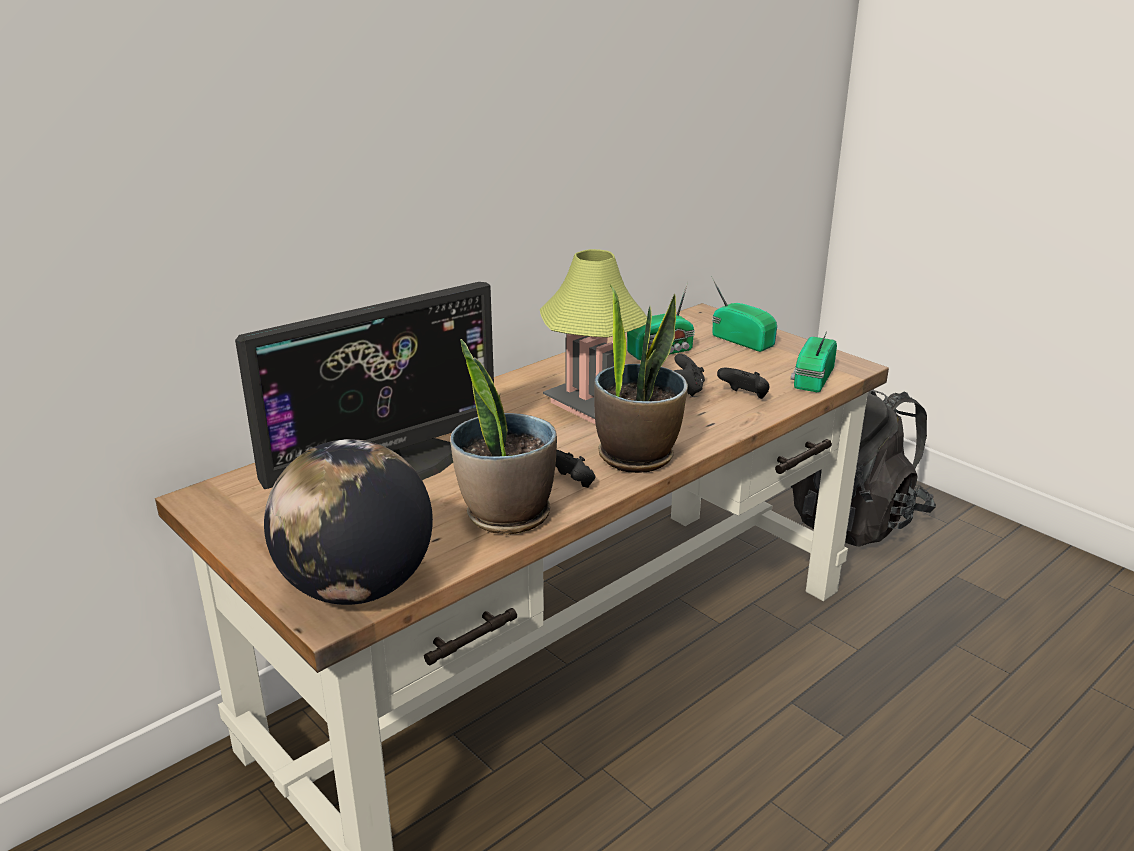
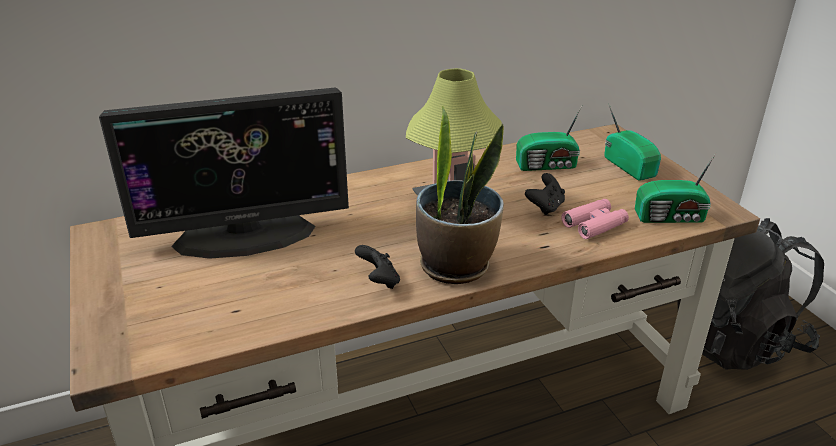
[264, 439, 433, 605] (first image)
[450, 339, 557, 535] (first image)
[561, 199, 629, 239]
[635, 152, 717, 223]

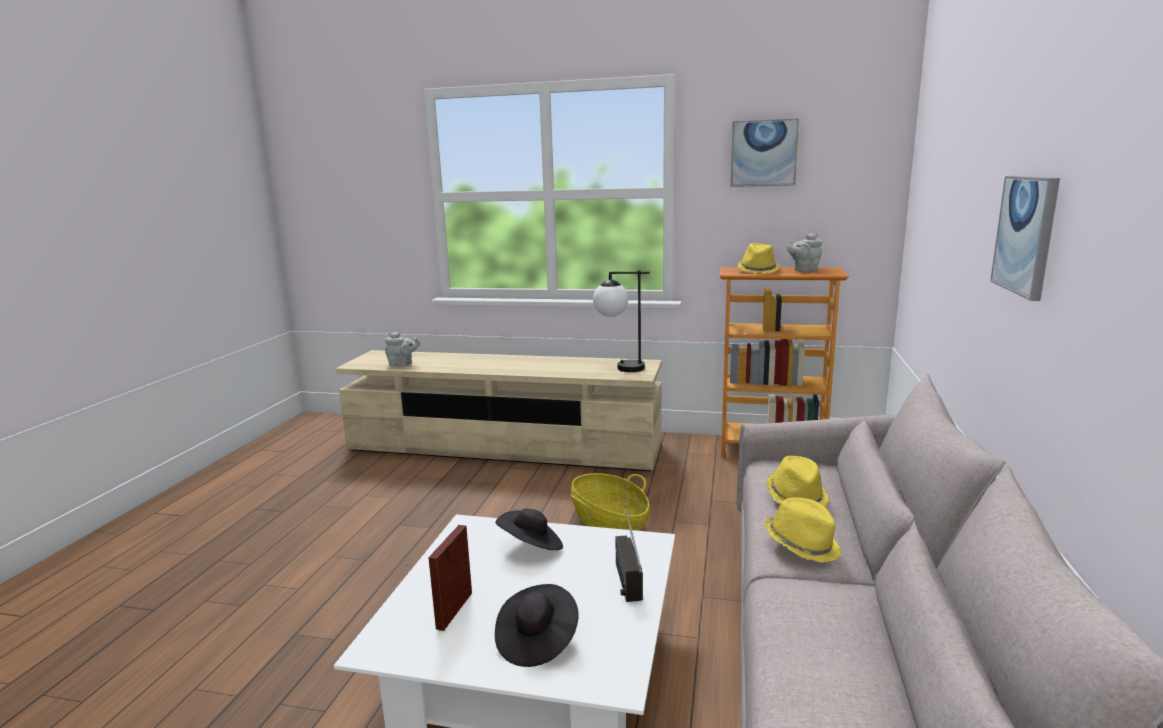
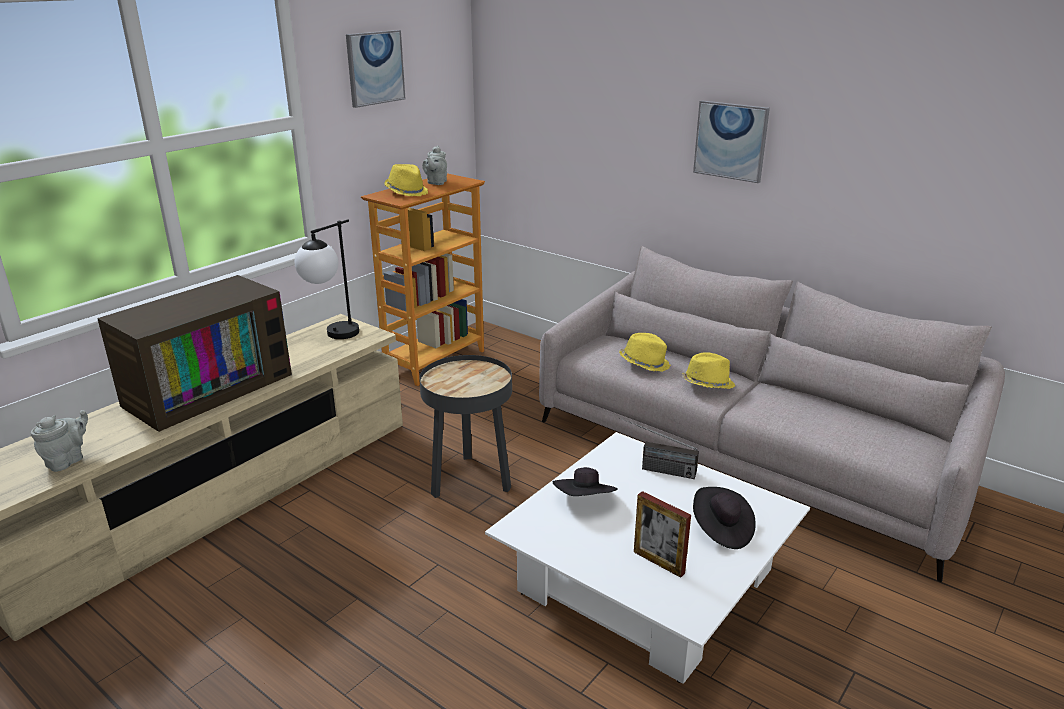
[97, 275, 292, 432]
[419, 355, 512, 498]

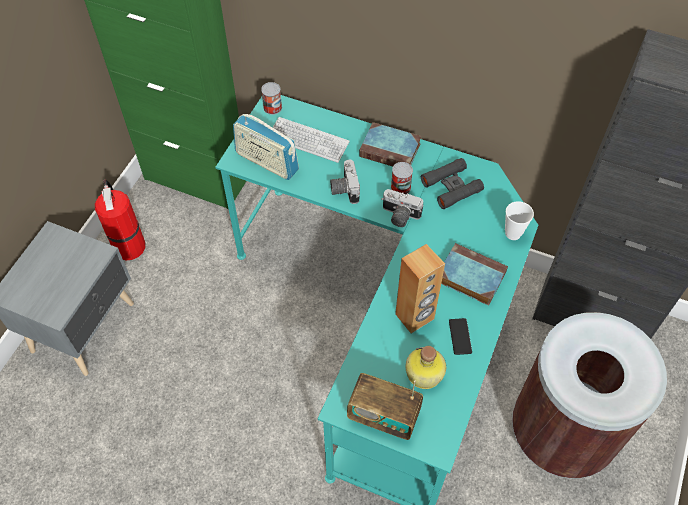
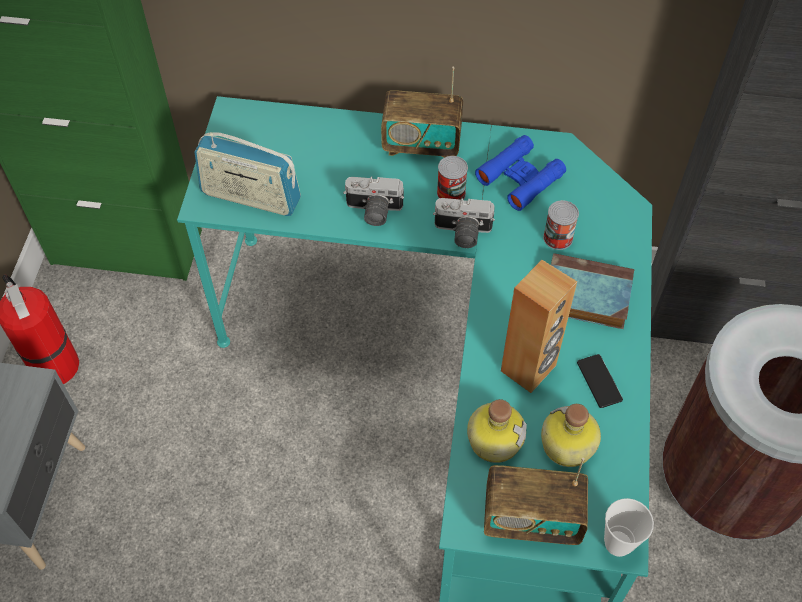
[273, 117, 350, 163] (first image)
[467, 399, 527, 463]
[543, 200, 579, 250]
[604, 498, 654, 557]
[381, 67, 463, 158]
[475, 135, 566, 211]
[343, 177, 404, 226]

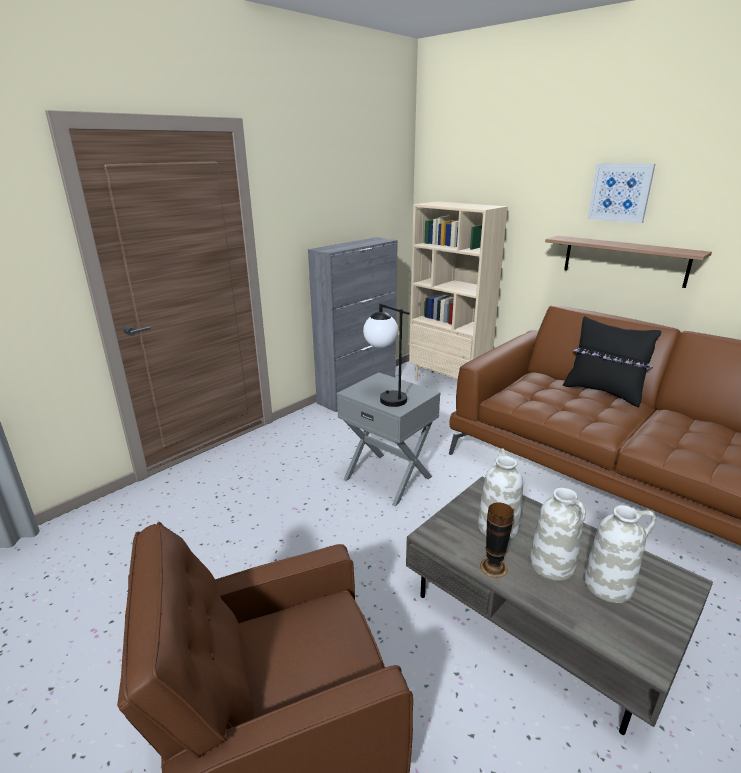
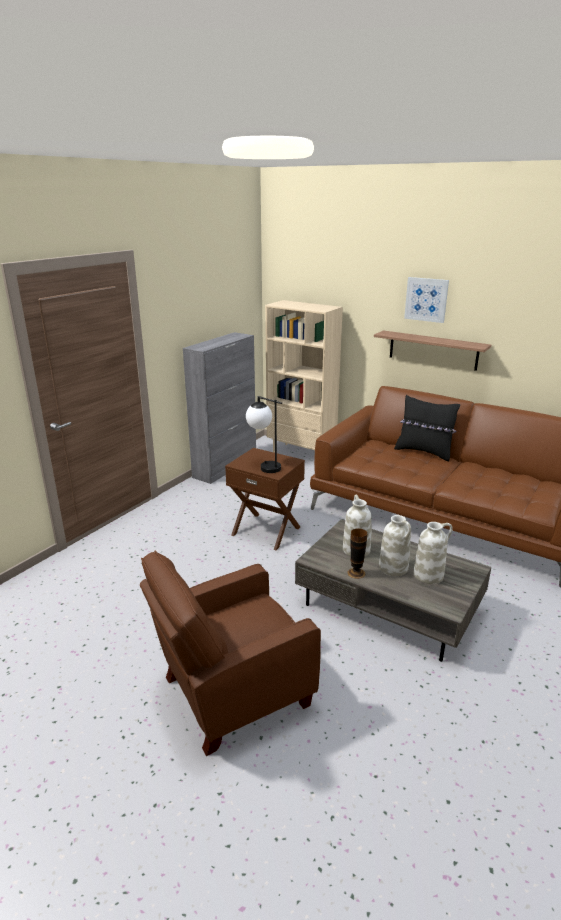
[225, 448, 305, 550]

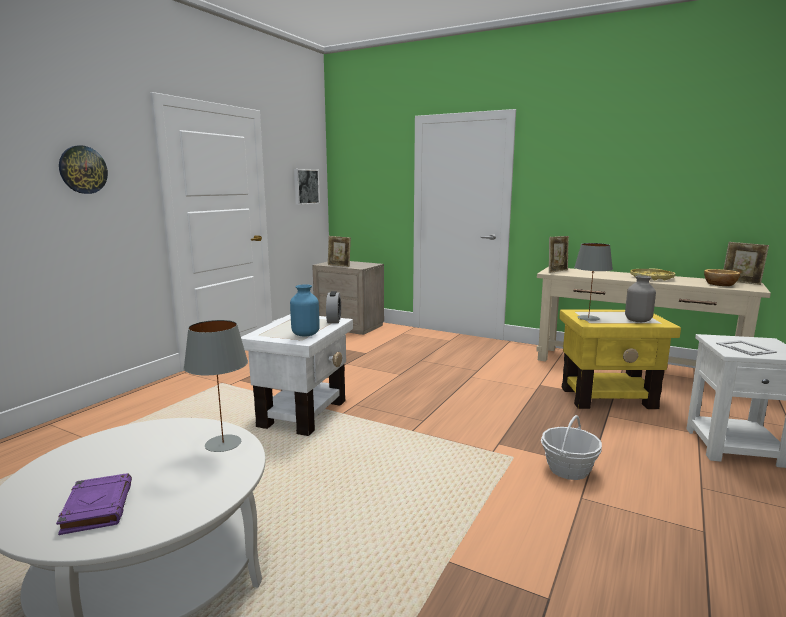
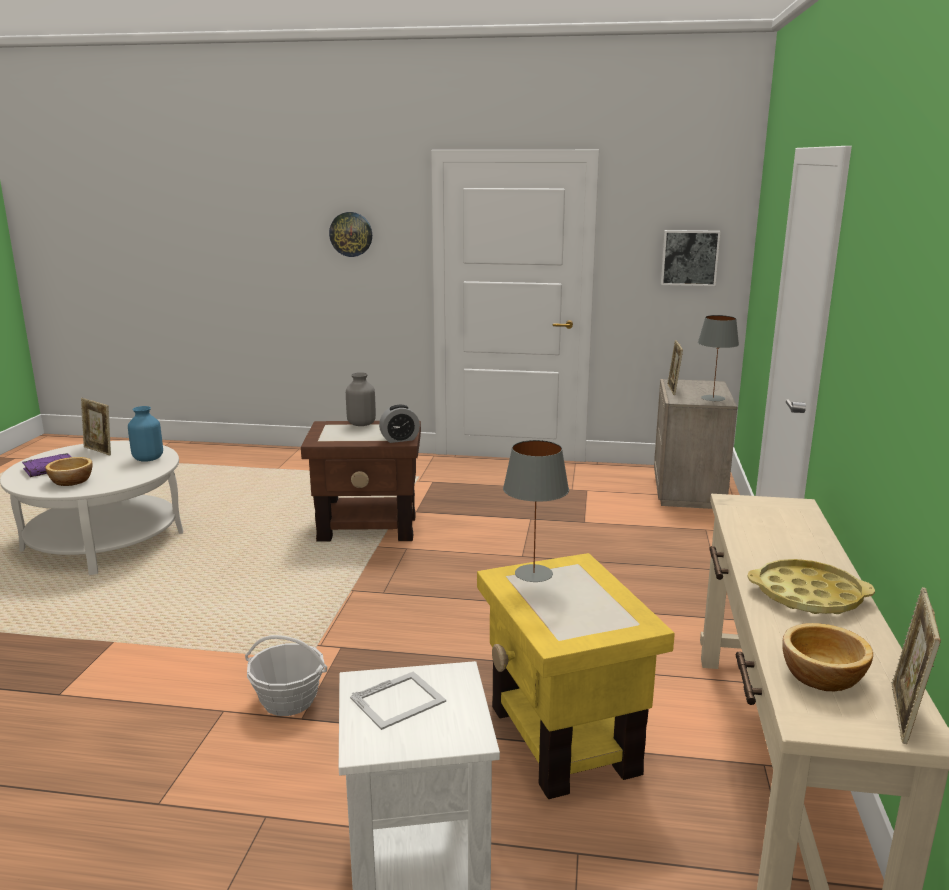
[45, 457, 93, 486]
[698, 315, 739, 402]
[128, 406, 163, 462]
[81, 398, 111, 455]
[346, 372, 376, 426]
[301, 421, 421, 542]

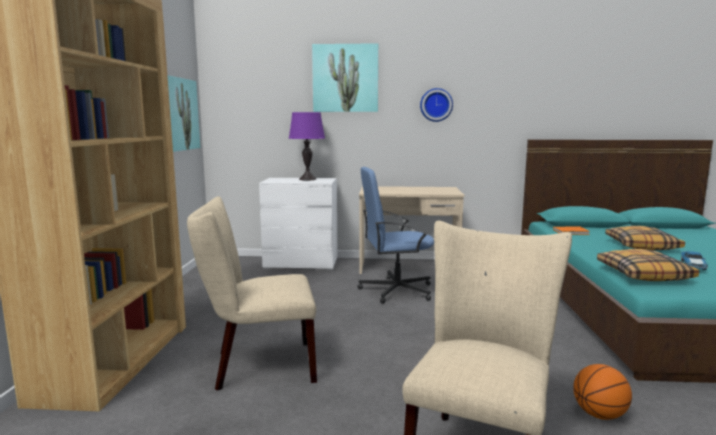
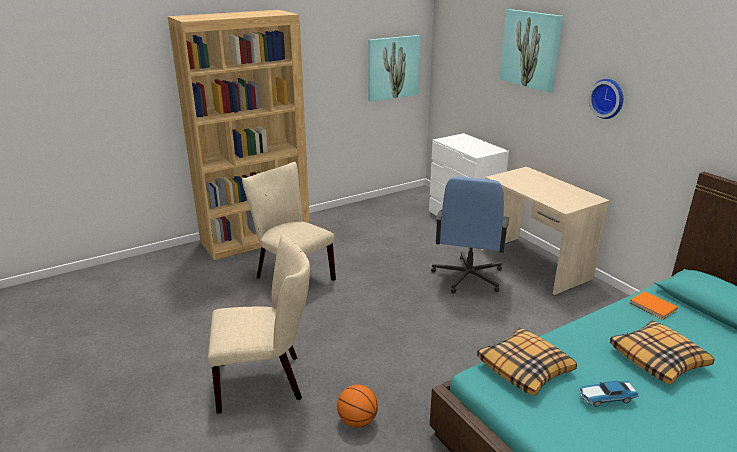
[289, 112, 325, 181] (first image)
[431, 177, 510, 294]

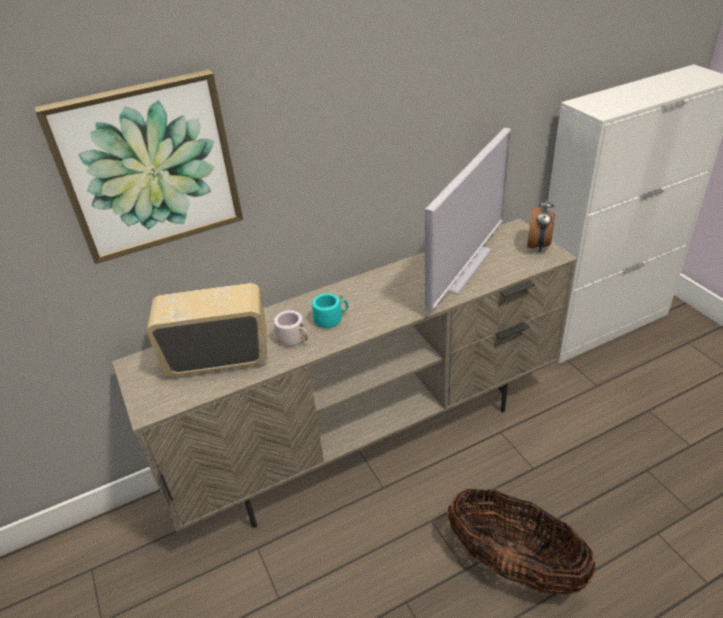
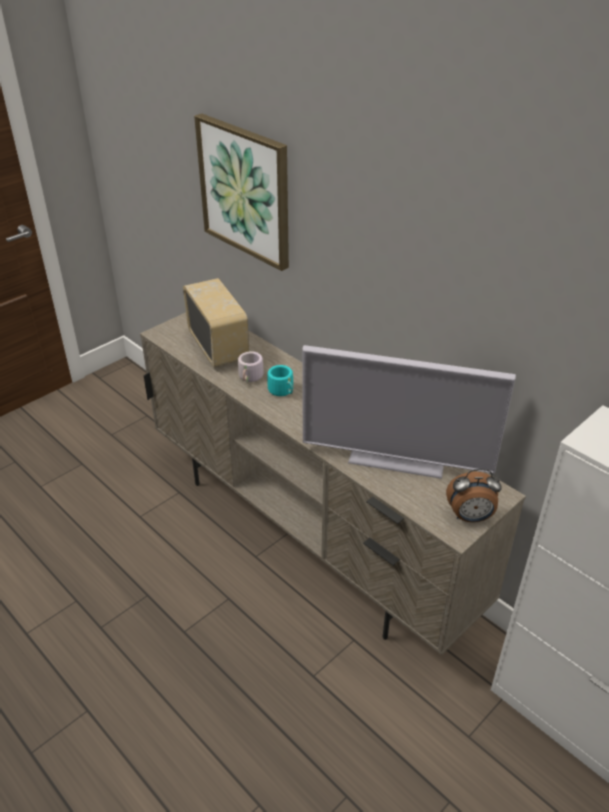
[447, 488, 596, 594] (first image)

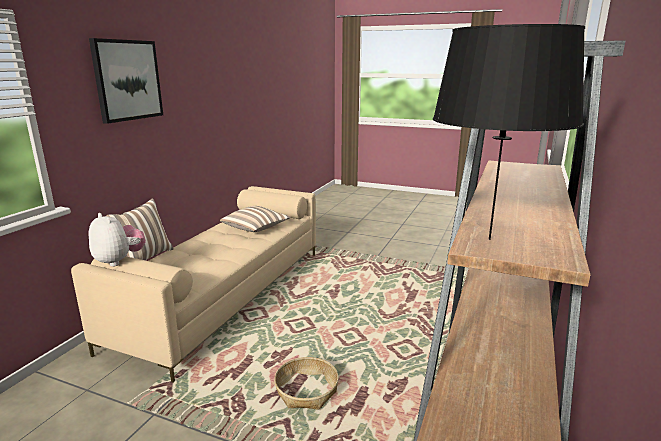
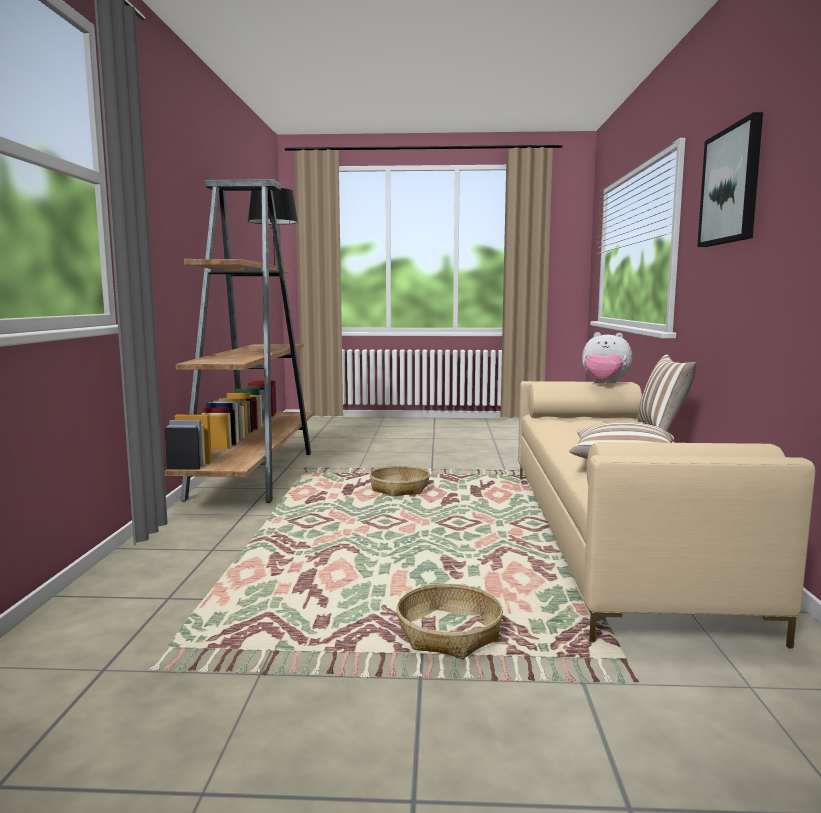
[396, 584, 503, 659]

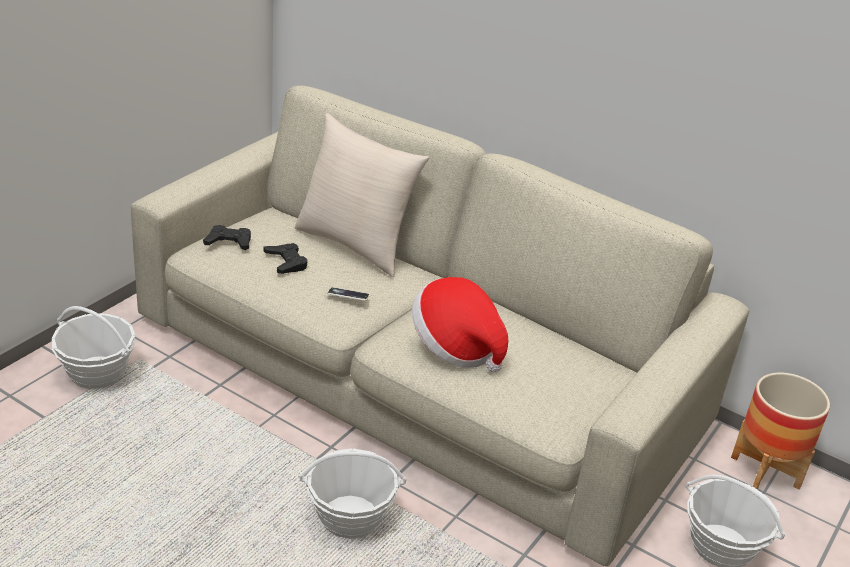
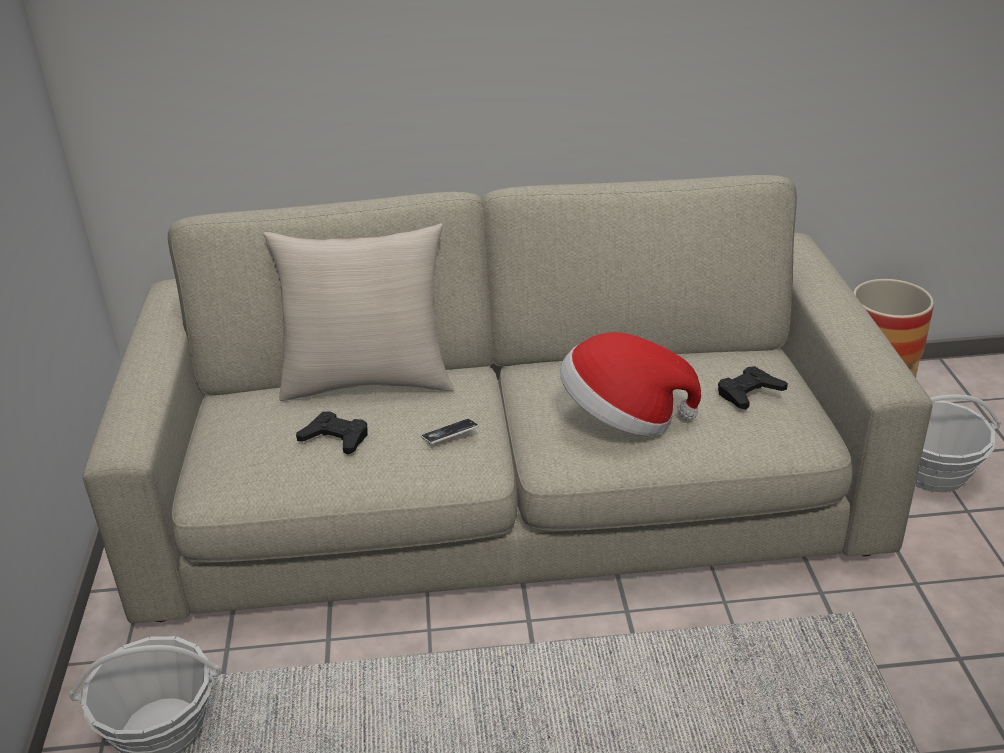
[299, 448, 407, 539] (first image)
[718, 366, 788, 410]

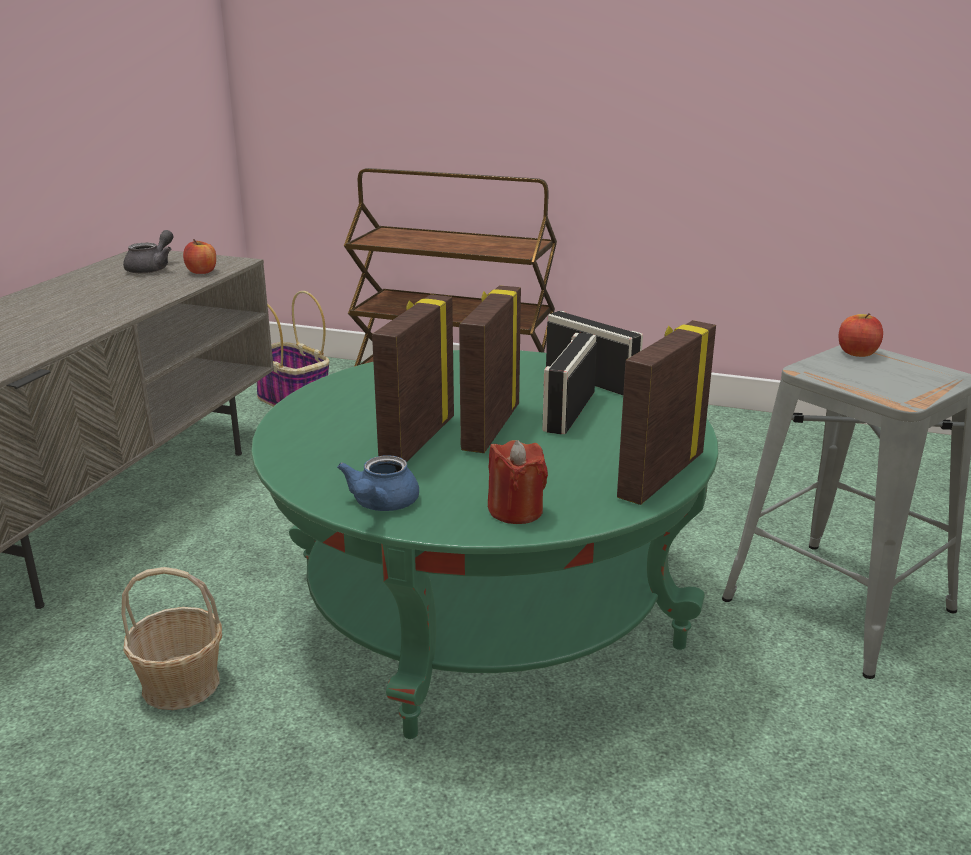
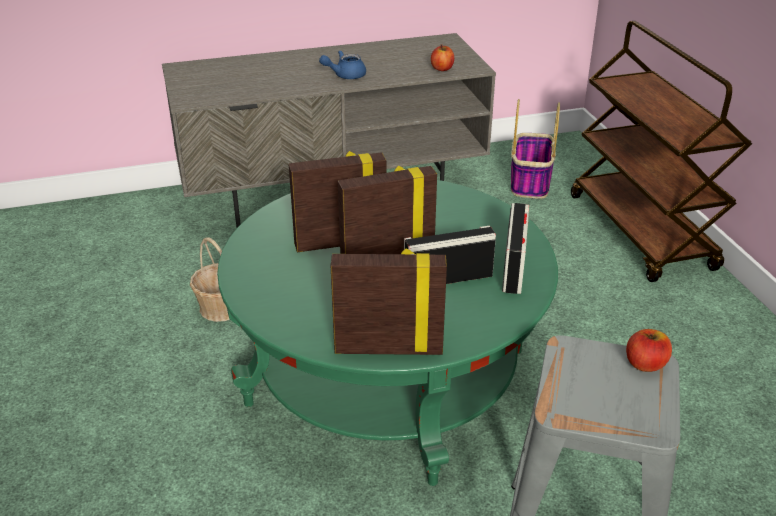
[123, 230, 174, 274] (first image)
[488, 440, 548, 524] (first image)
[319, 50, 366, 79]

